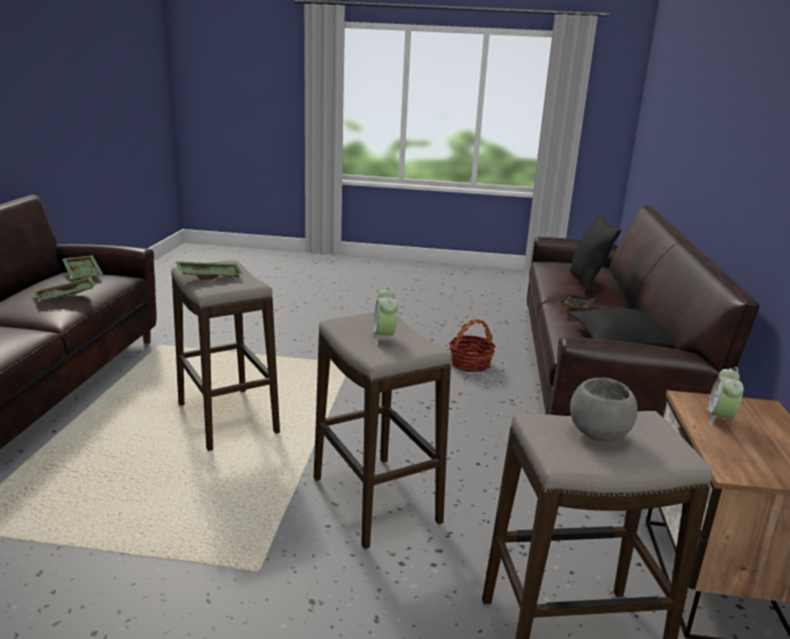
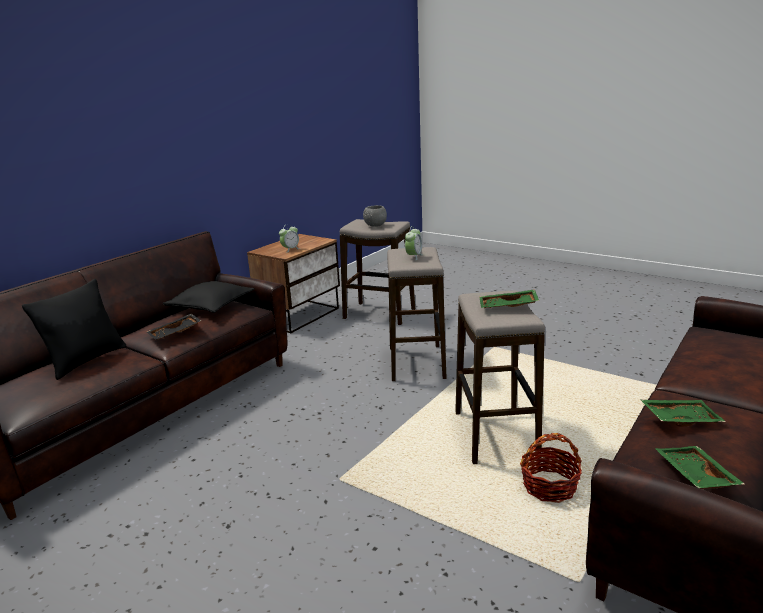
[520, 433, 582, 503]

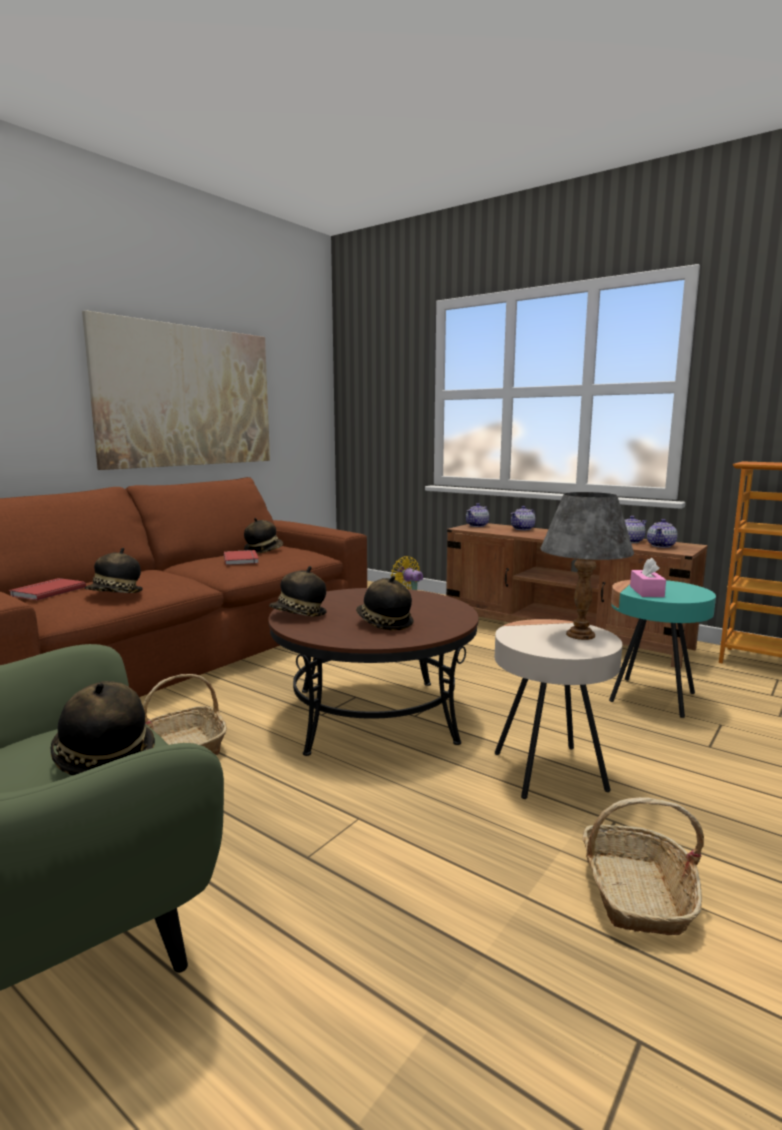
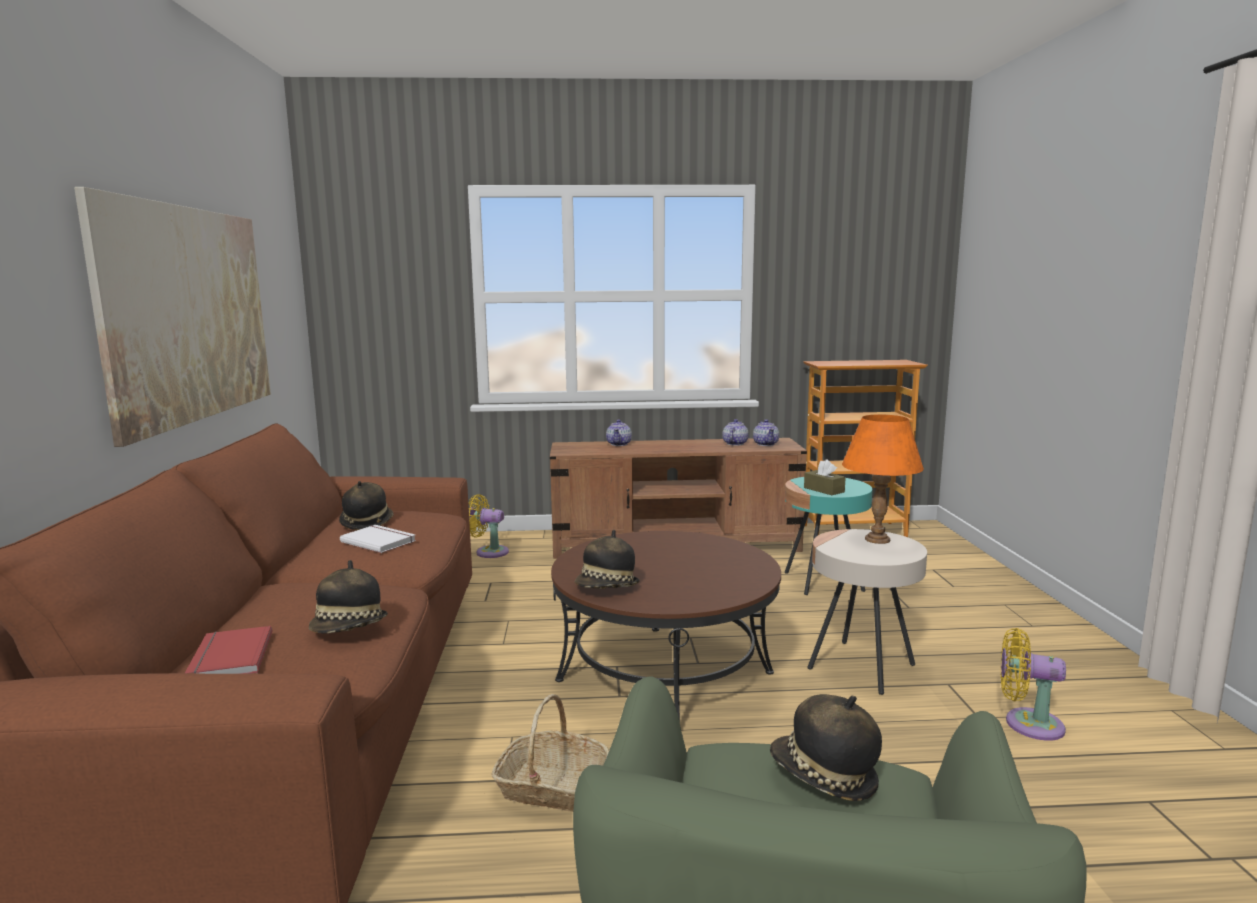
[356, 576, 413, 631] (first image)
[466, 503, 489, 527] (first image)
[1001, 628, 1066, 741]
[340, 525, 416, 553]
[842, 414, 924, 544]
[804, 459, 846, 495]

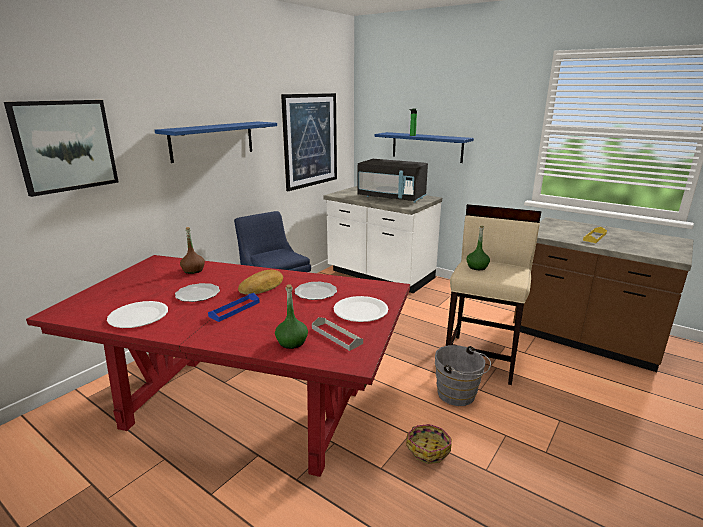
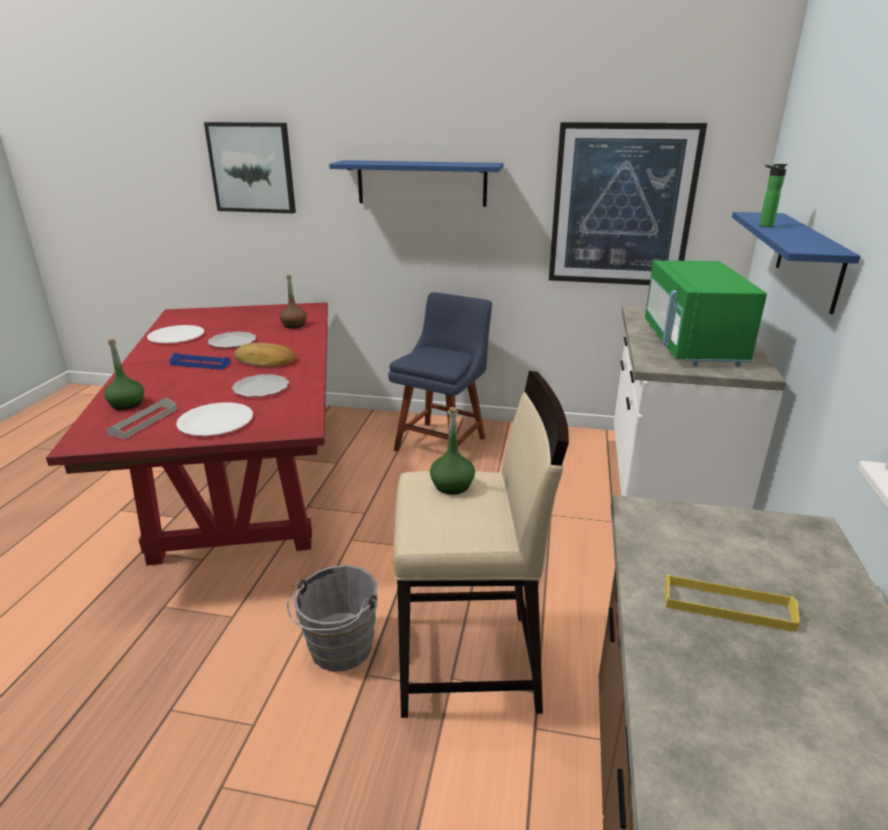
[406, 424, 452, 464] (first image)
[645, 260, 767, 367]

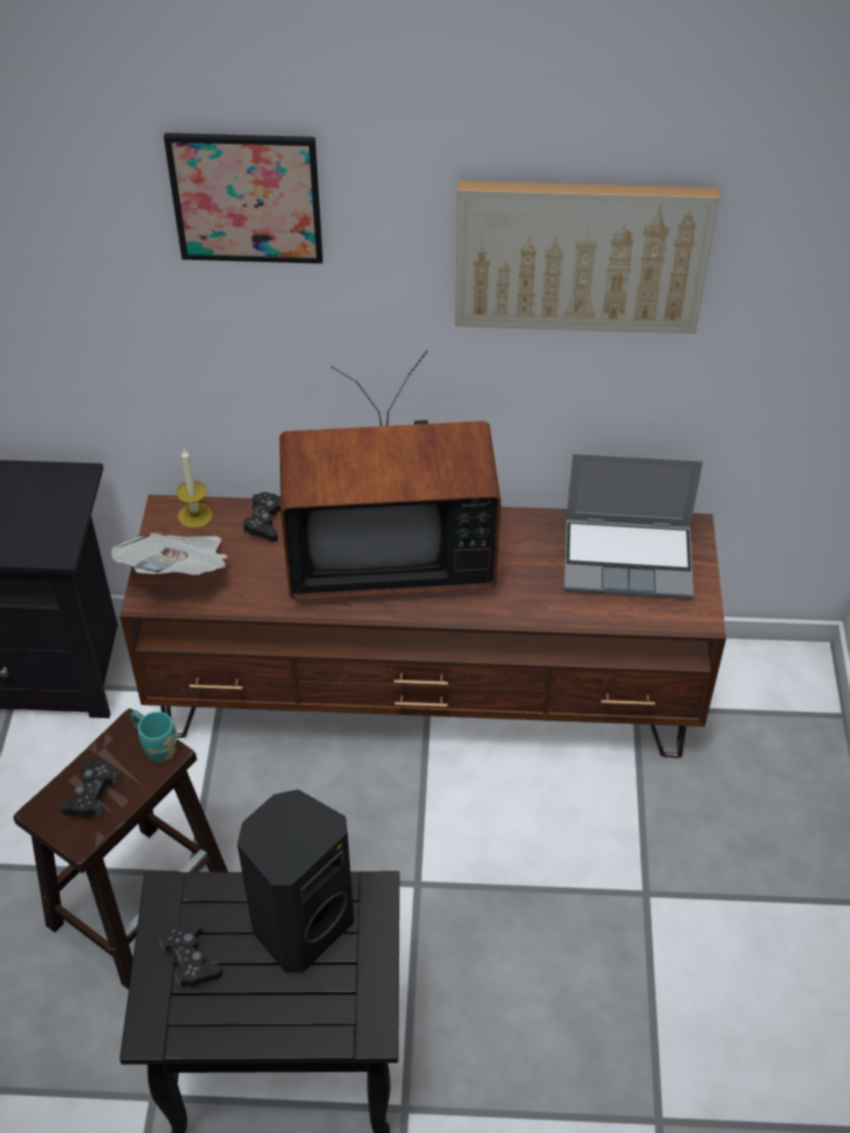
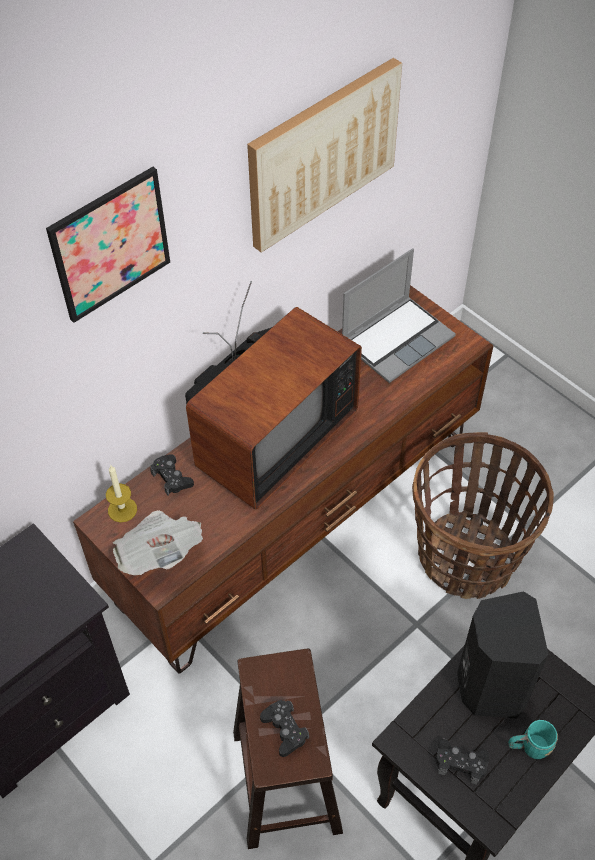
[412, 432, 554, 599]
[508, 720, 558, 759]

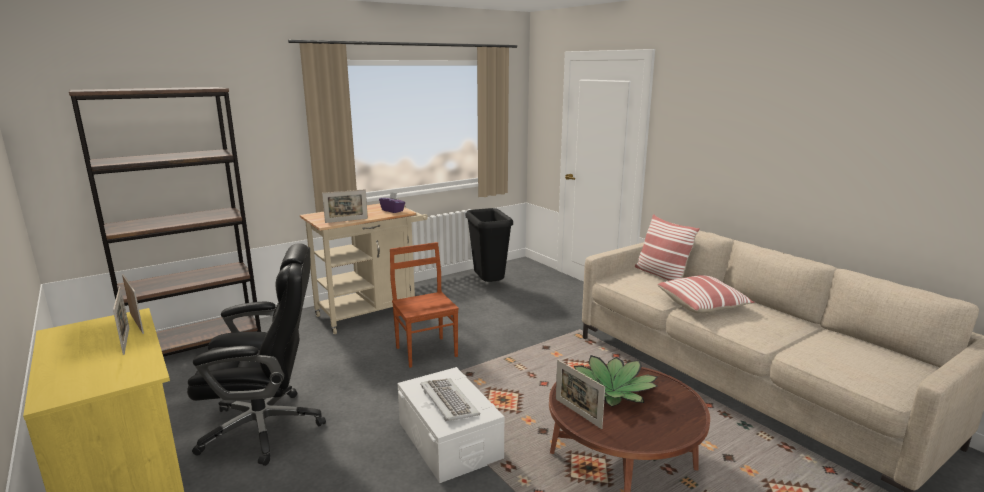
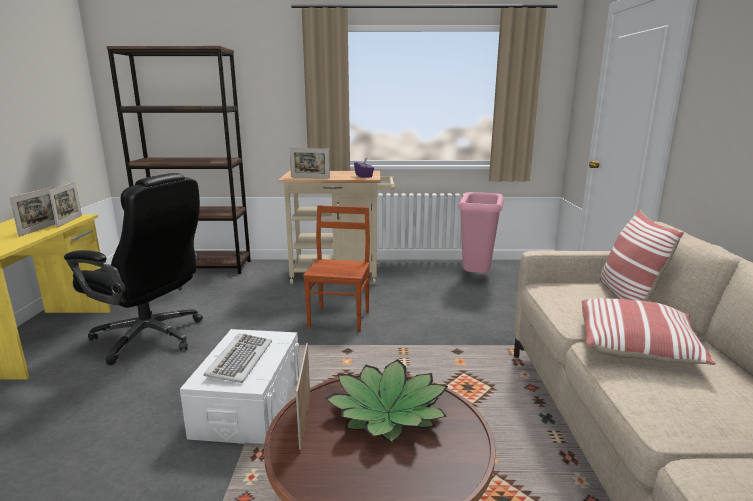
[458, 192, 504, 273]

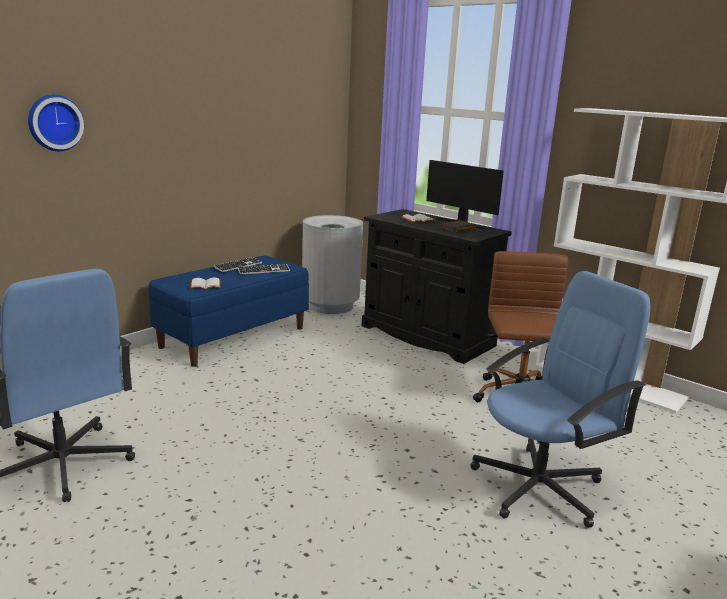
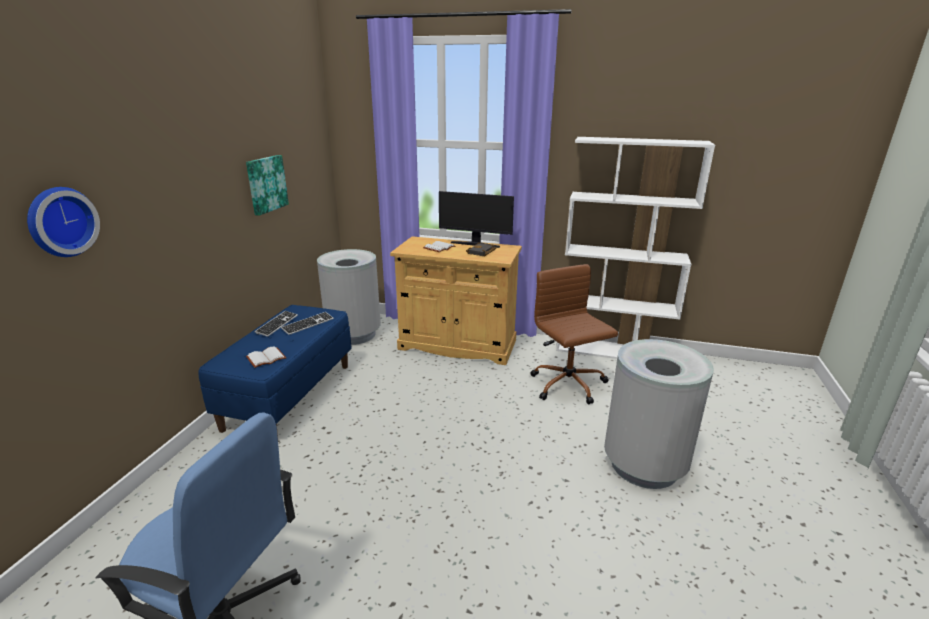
[246, 155, 289, 216]
[604, 339, 714, 489]
[390, 236, 522, 365]

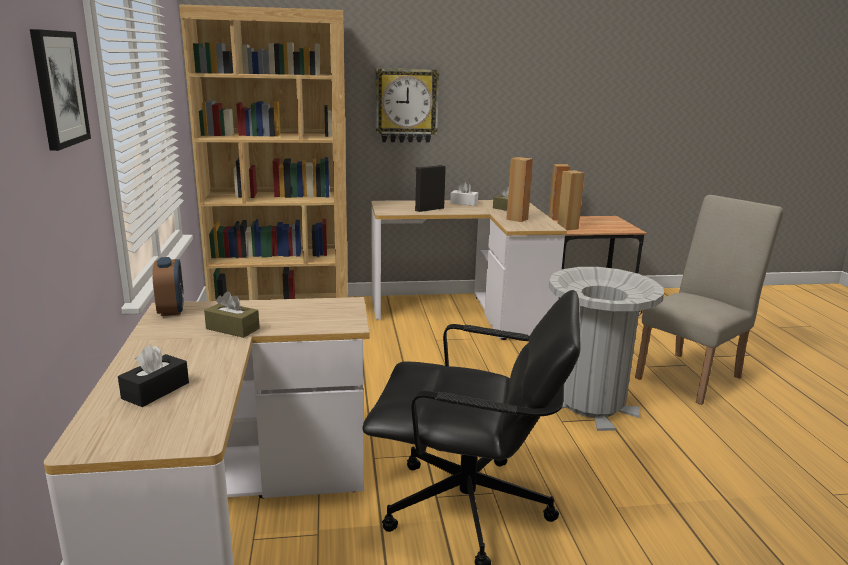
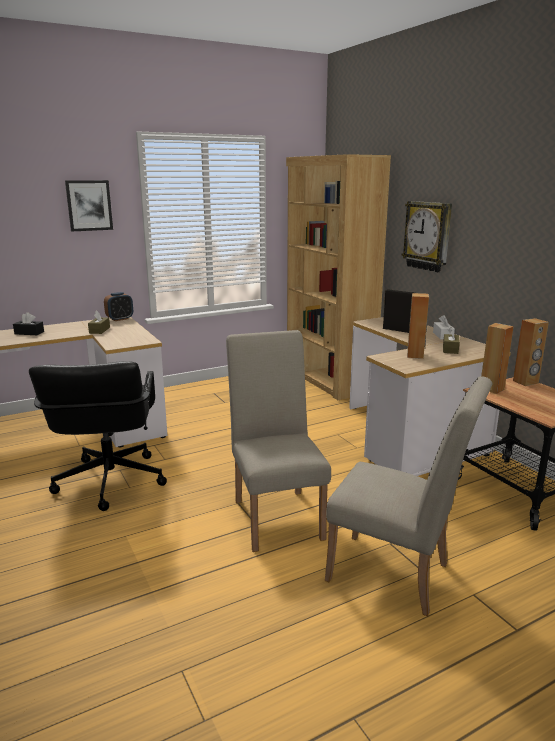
[226, 330, 331, 552]

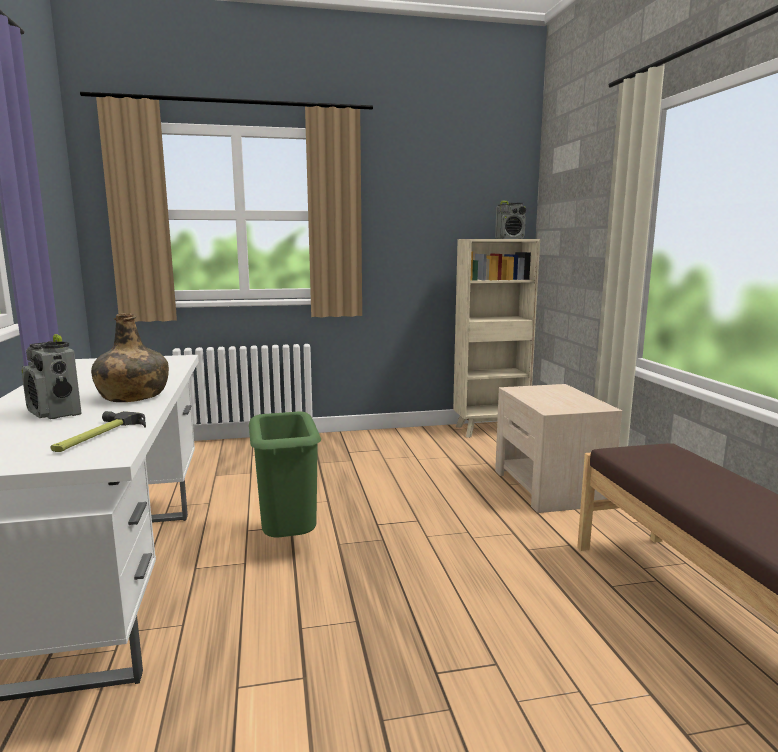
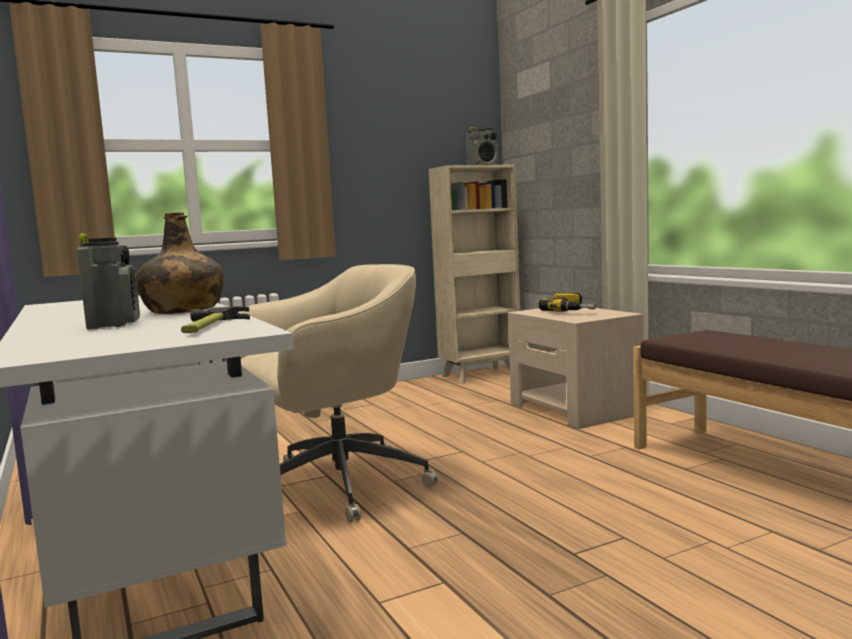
[539, 293, 596, 312]
[240, 264, 438, 523]
[77, 233, 140, 330]

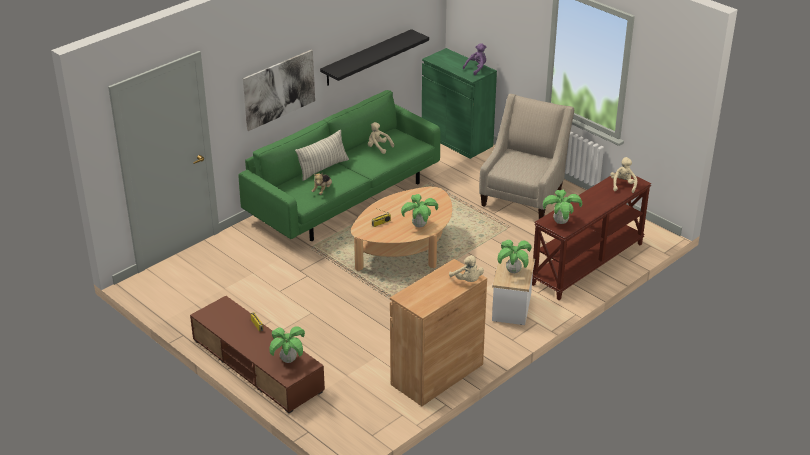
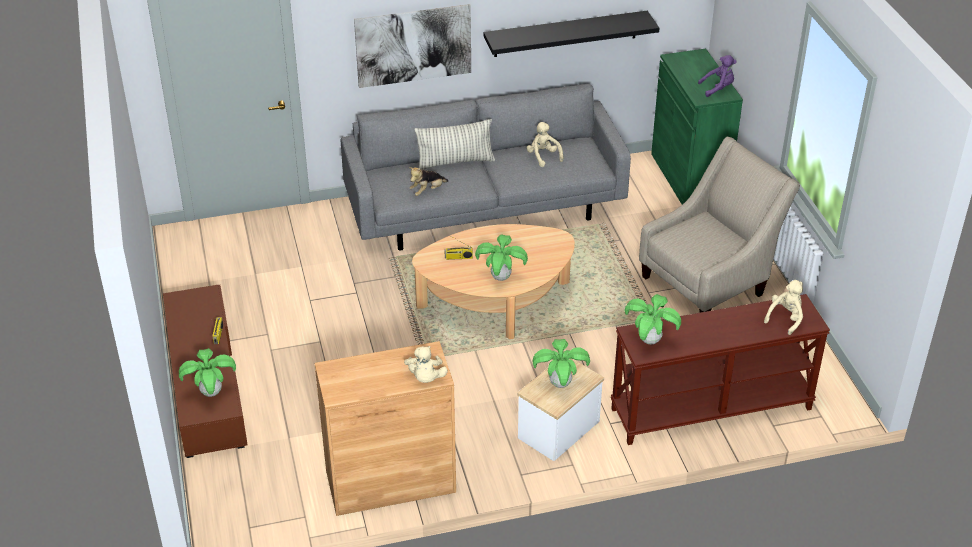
[341, 84, 631, 251]

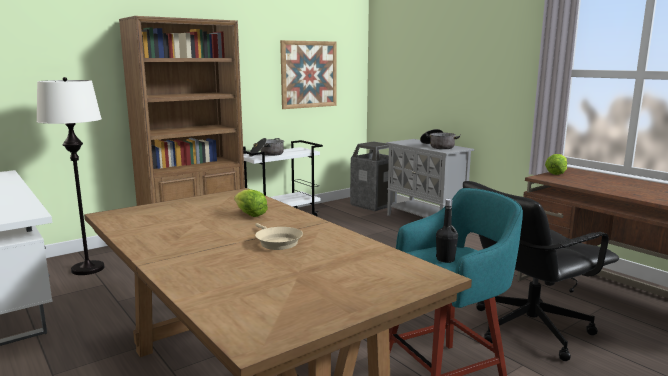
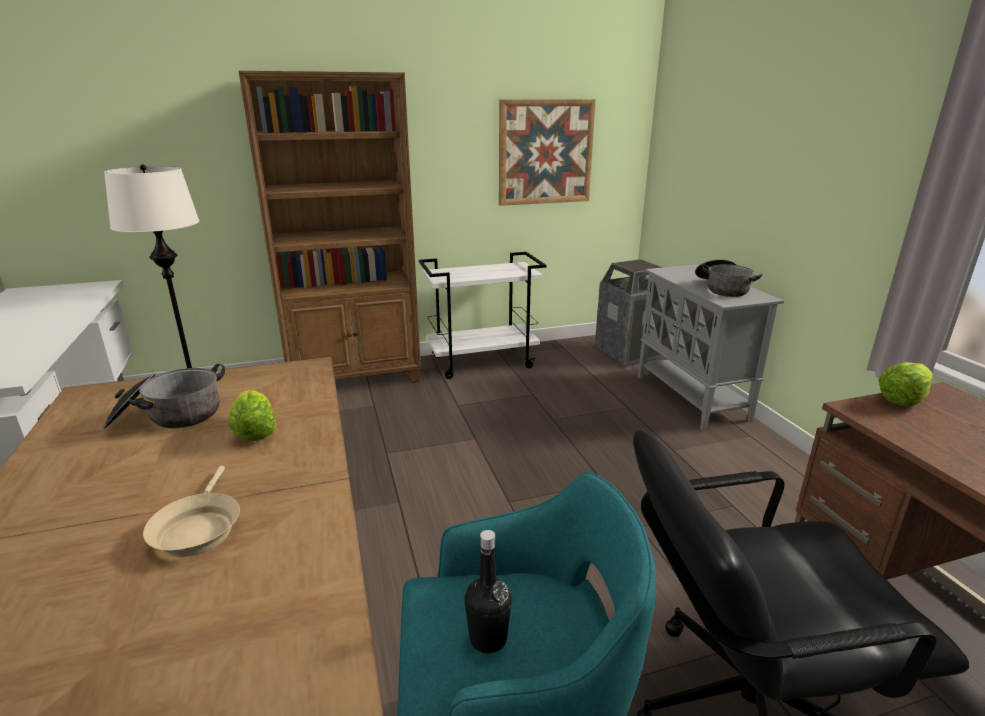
[104, 364, 225, 429]

